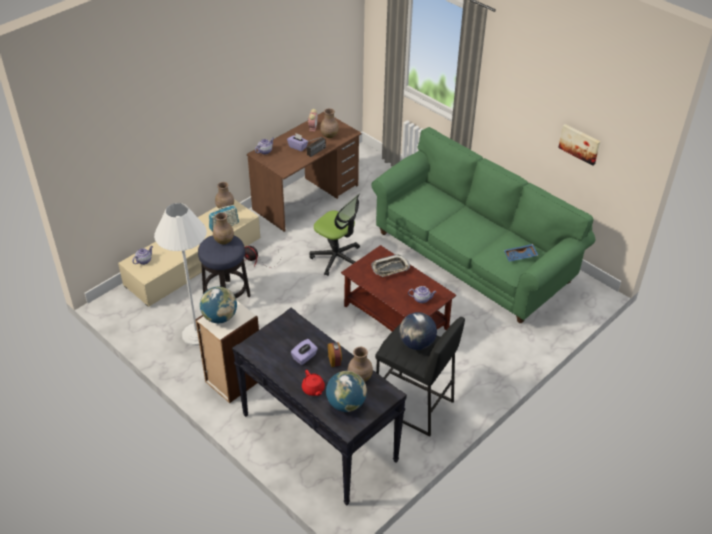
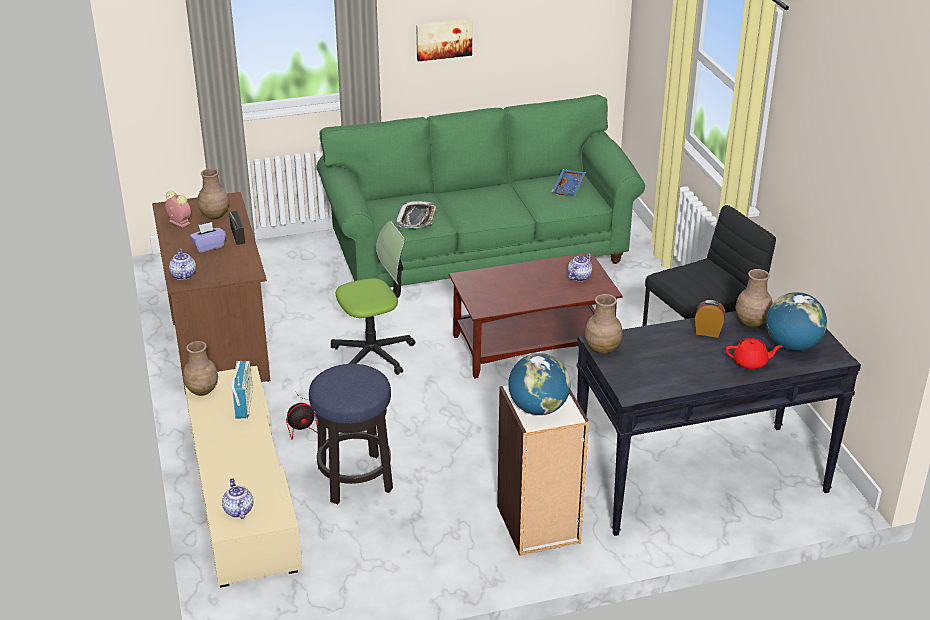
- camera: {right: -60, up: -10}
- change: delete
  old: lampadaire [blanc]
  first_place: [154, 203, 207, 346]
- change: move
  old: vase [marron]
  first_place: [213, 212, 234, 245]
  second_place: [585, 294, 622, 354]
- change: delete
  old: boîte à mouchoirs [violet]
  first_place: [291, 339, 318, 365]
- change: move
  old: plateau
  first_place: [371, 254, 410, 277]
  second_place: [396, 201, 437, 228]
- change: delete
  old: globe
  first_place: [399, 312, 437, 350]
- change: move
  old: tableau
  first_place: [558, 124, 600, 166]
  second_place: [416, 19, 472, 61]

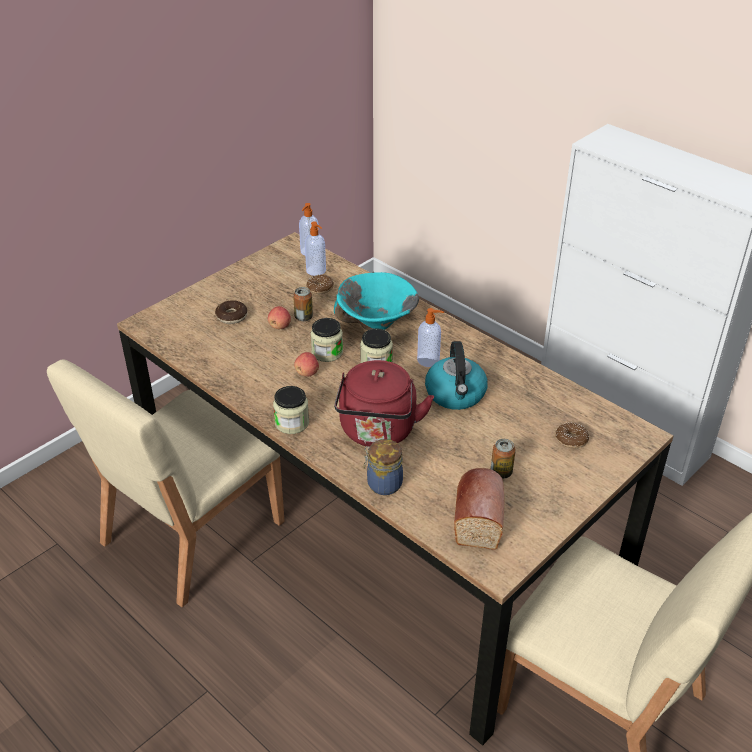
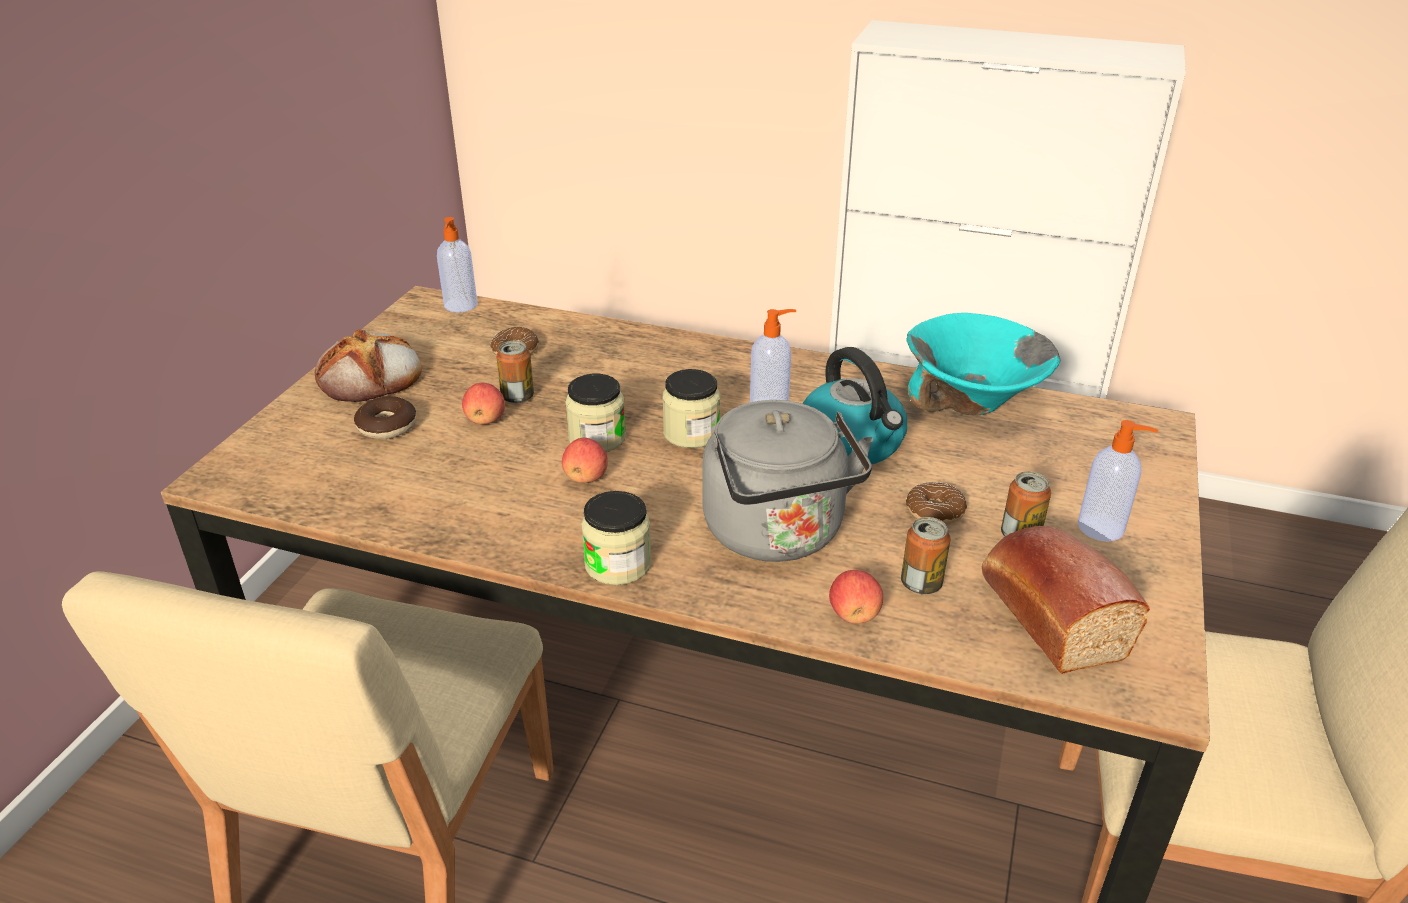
- camera: {right: -25, up: -5}
- change: move
  old: distributeur de savon
  first_place: [305, 222, 326, 276]
  second_place: [1078, 420, 1158, 542]
- change: move
  old: bol [turquoise]
  first_place: [334, 272, 419, 330]
  second_place: [906, 313, 1061, 415]
- change: recolor
  old: bouilloire [rouge]
  new: bouilloire [gris]
  first_place: [334, 360, 434, 447]
  second_place: [702, 400, 873, 562]
- change: replace
  old: bocal
  new: pomme
  first_place: [363, 439, 403, 495]
  second_place: [829, 570, 883, 624]
- change: move
  old: beignet
  first_place: [556, 422, 589, 449]
  second_place: [906, 482, 967, 525]
- change: insert
  new: pain
  second_place: [315, 330, 422, 402]
- change: insert
  new: boîte métallique
  second_place: [901, 517, 951, 594]

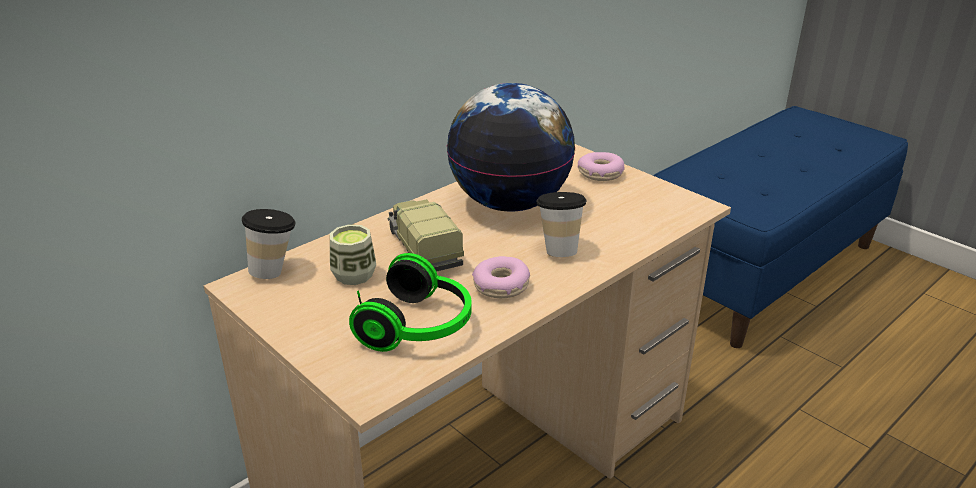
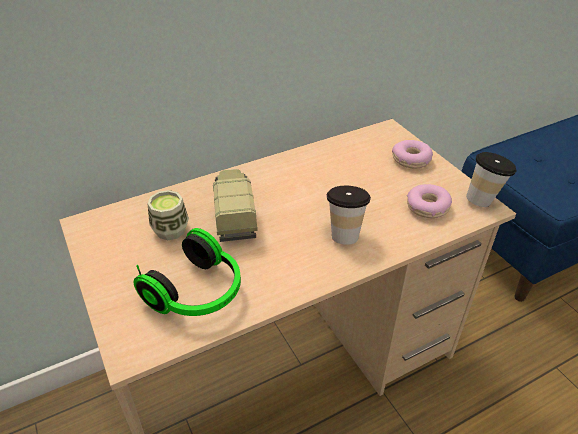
- camera: {right: 15, up: 10}
- change: move
  old: tasse
  first_place: [242, 209, 296, 279]
  second_place: [466, 152, 516, 207]
- change: delete
  old: globe
  first_place: [447, 83, 575, 212]
- change: move
  old: beignet
  first_place: [472, 256, 530, 298]
  second_place: [407, 184, 452, 218]

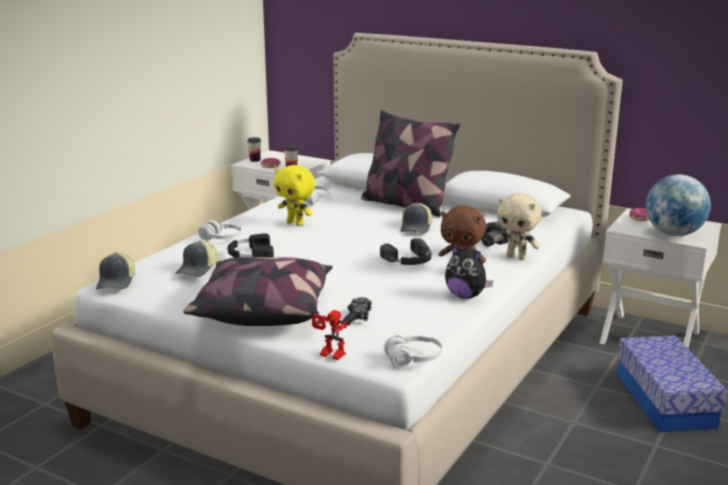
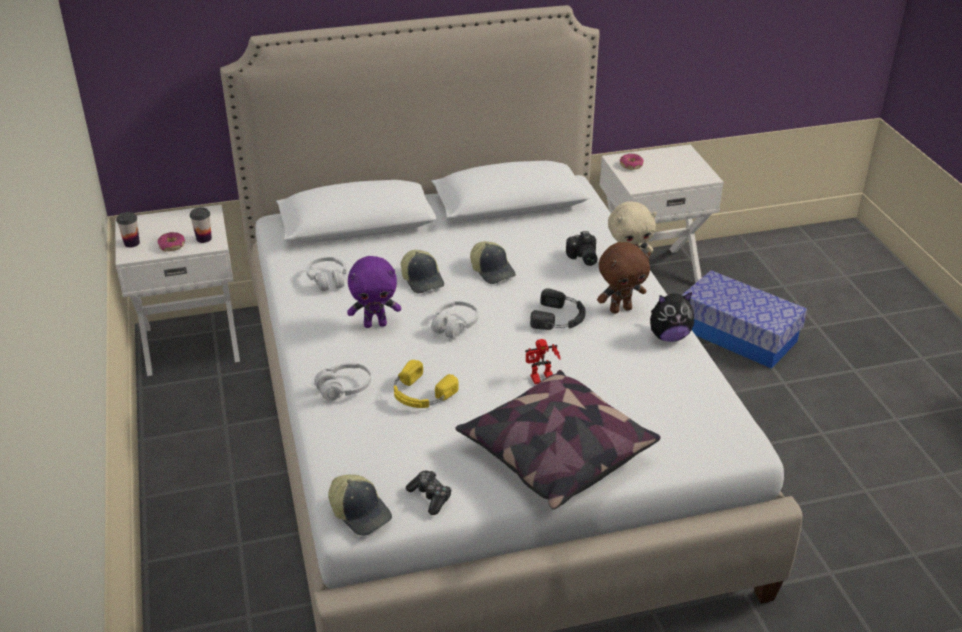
- camera: {right: -45, up: 15}
- change: move
  old: casquette
  first_place: [175, 241, 218, 277]
  second_place: [401, 250, 444, 293]
- change: recolor
  old: casque audio [noir]
  new: casque audio [jaune]
  first_place: [227, 233, 274, 258]
  second_place: [394, 360, 458, 408]
- change: recolor
  old: peluche [jaune]
  new: peluche [violet]
  first_place: [274, 165, 315, 226]
  second_place: [347, 256, 401, 328]
- change: move
  old: robot jouet
  first_place: [312, 310, 350, 360]
  second_place: [525, 339, 561, 384]
- change: move
  old: manette
  first_place: [342, 297, 372, 323]
  second_place: [406, 470, 452, 515]
- change: delete
  old: coussin
  first_place: [361, 110, 460, 217]
- change: move
  old: casque audio [blanc]
  first_place: [384, 335, 443, 367]
  second_place: [431, 301, 478, 338]
- change: delete
  old: globe
  first_place: [646, 175, 711, 236]

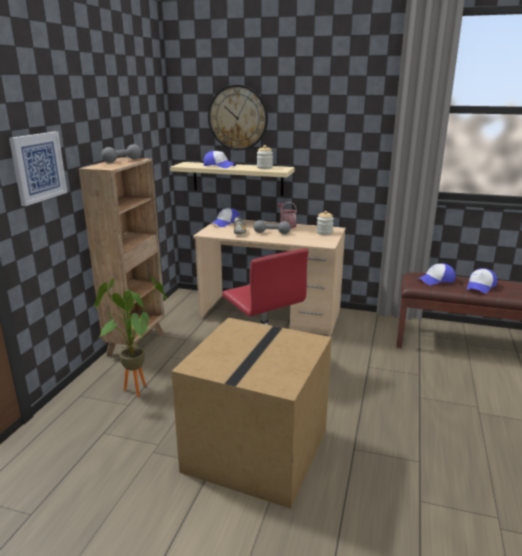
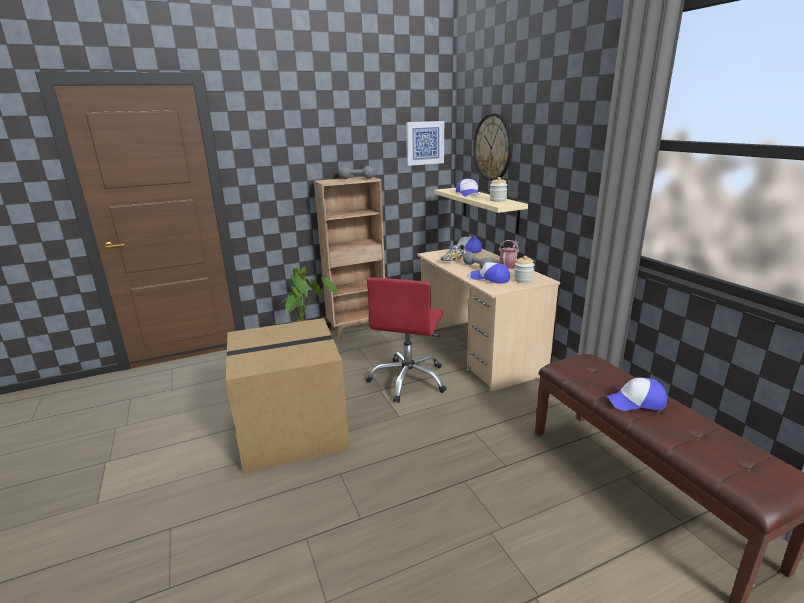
- camera: {right: 50, up: 0}
- change: move
  old: tableau
  first_place: [9, 131, 67, 206]
  second_place: [406, 121, 444, 166]
- change: move
  old: casquette
  first_place: [417, 263, 456, 285]
  second_place: [470, 262, 510, 283]

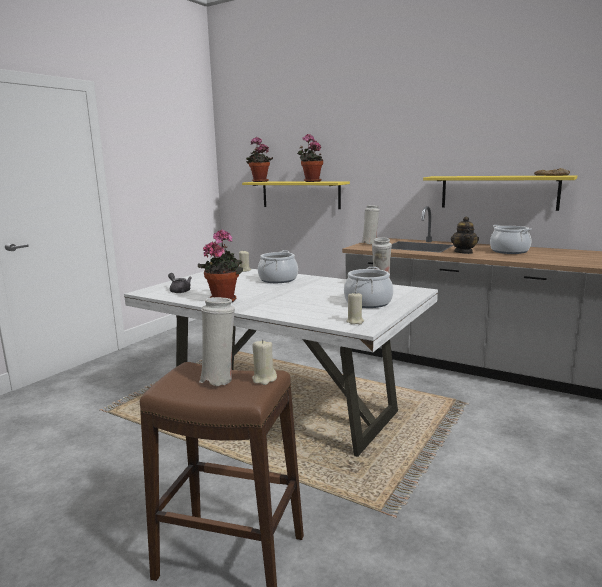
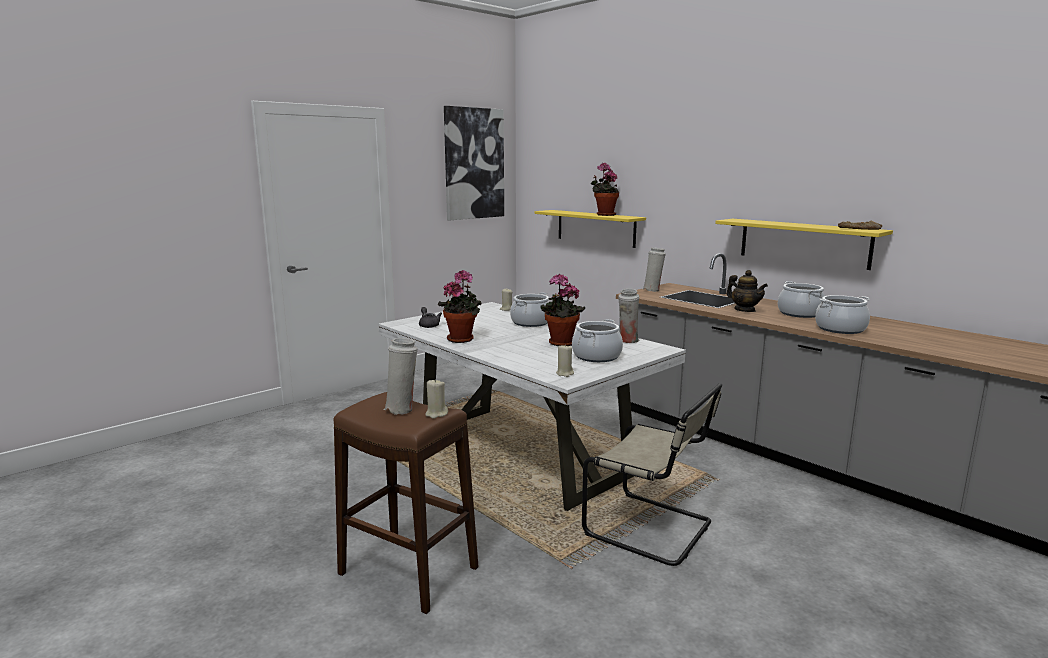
- camera: {right: 15, up: 0}
- change: move
  old: plante en pot
  first_place: [246, 137, 273, 182]
  second_place: [540, 273, 585, 346]
- change: rotate
  old: théière
  first_place: [451, 216, 479, 254]
  second_place: [726, 270, 768, 312]
  degrees: -60
- change: insert
  new: tableau
  second_place: [444, 106, 504, 220]
- change: insert
  new: chaise [beige]
  second_place: [582, 383, 722, 566]
- change: insert
  new: marmite
  second_place: [815, 295, 870, 334]

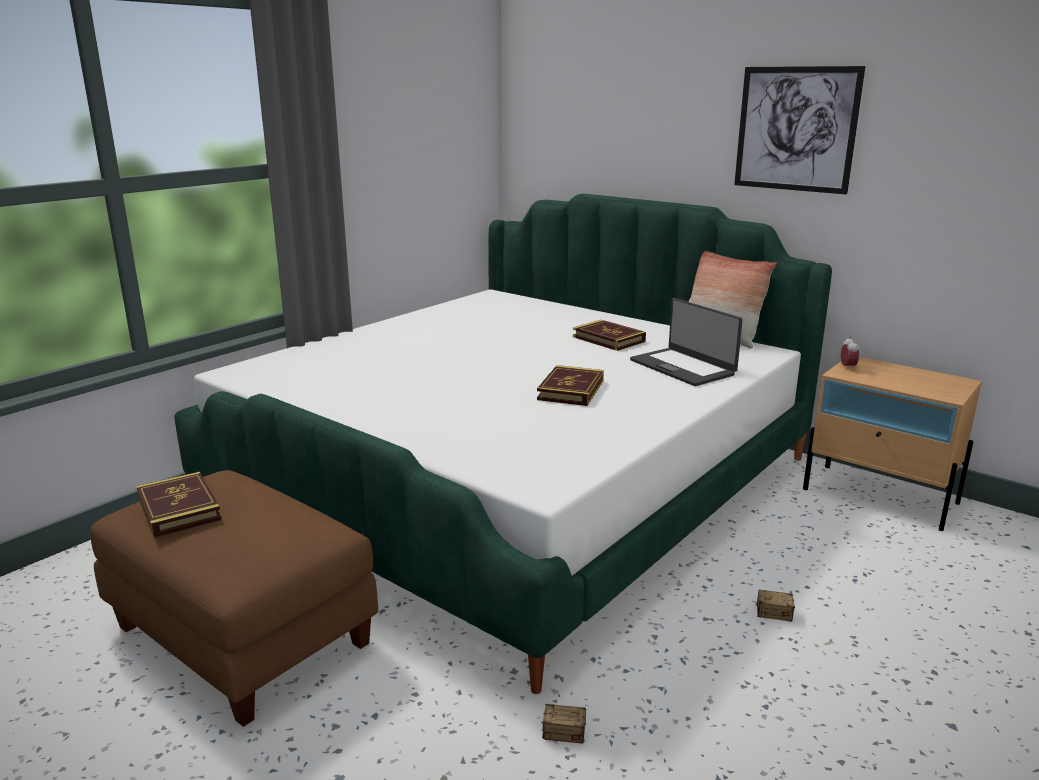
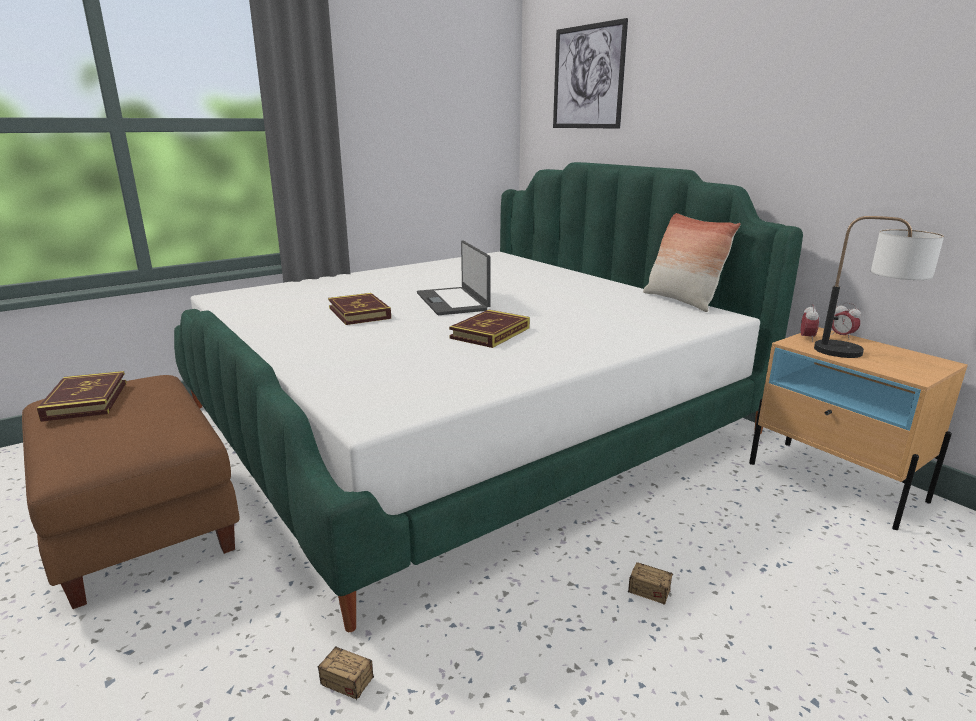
- camera: {right: 15, up: 0}
- change: move
  old: livre
  first_place: [573, 320, 646, 351]
  second_place: [328, 293, 391, 325]
- change: move
  old: ordinateur portable
  first_place: [630, 298, 743, 386]
  second_place: [417, 241, 491, 315]
- change: move
  old: tableau
  first_place: [734, 66, 866, 194]
  second_place: [553, 18, 628, 129]
- change: insert
  new: lampe de table
  second_place: [814, 216, 944, 358]
- change: insert
  new: réveil
  second_place: [832, 302, 861, 340]

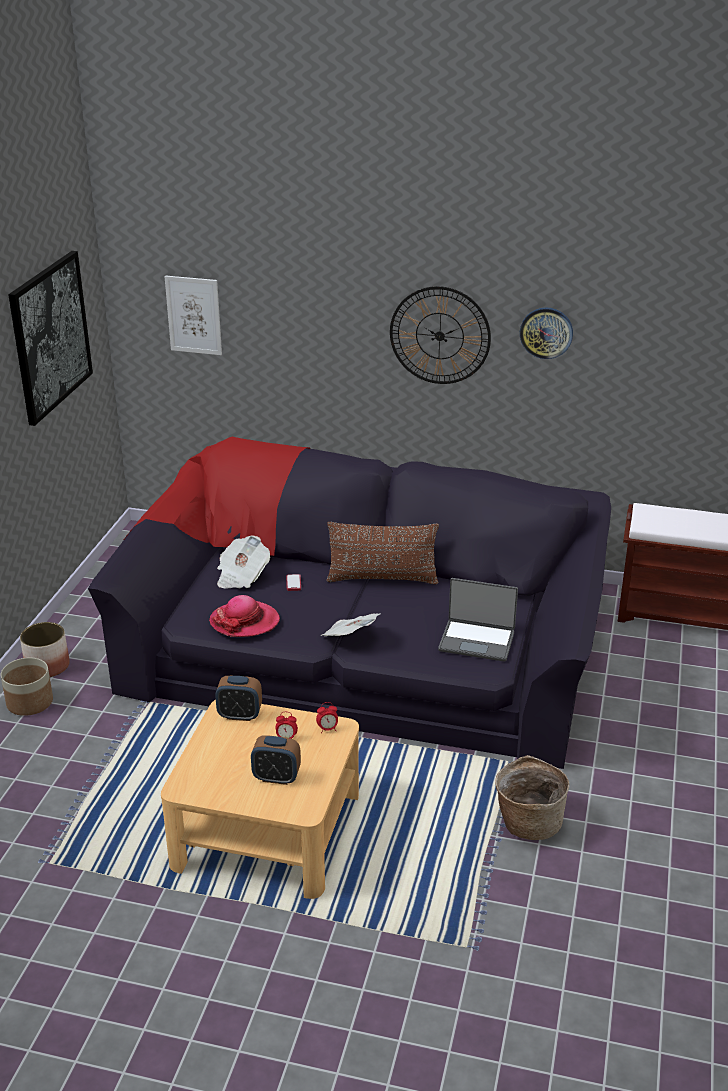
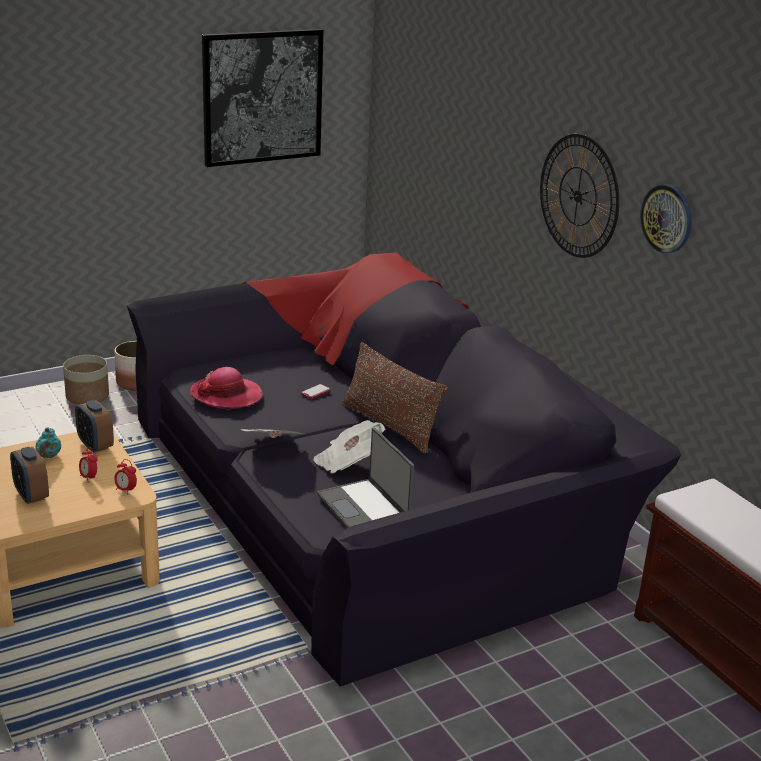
- camera: {right: 45, up: -5}
- change: delete
  old: tableau
  first_place: [164, 275, 222, 355]
- change: move
  old: journal
  first_place: [217, 535, 270, 588]
  second_place: [313, 420, 385, 474]
- change: delete
  old: panier
  first_place: [495, 755, 570, 840]
- change: insert
  new: théière [turquoise]
  second_place: [35, 427, 61, 458]

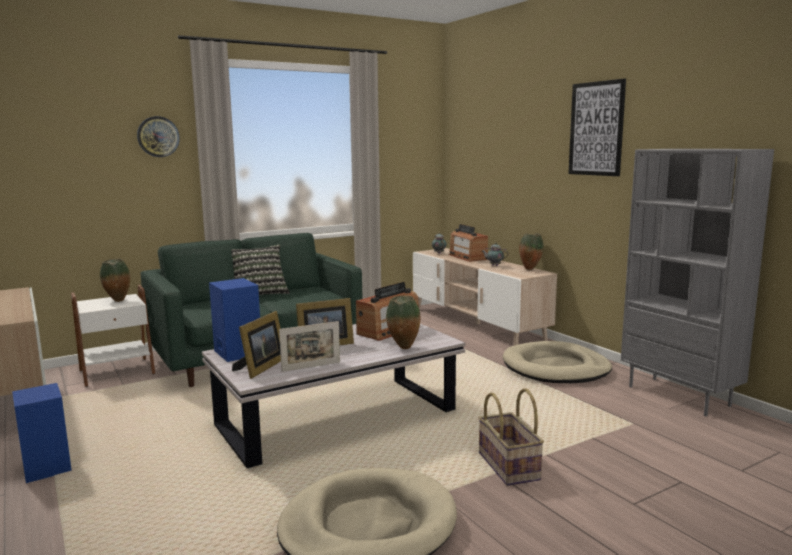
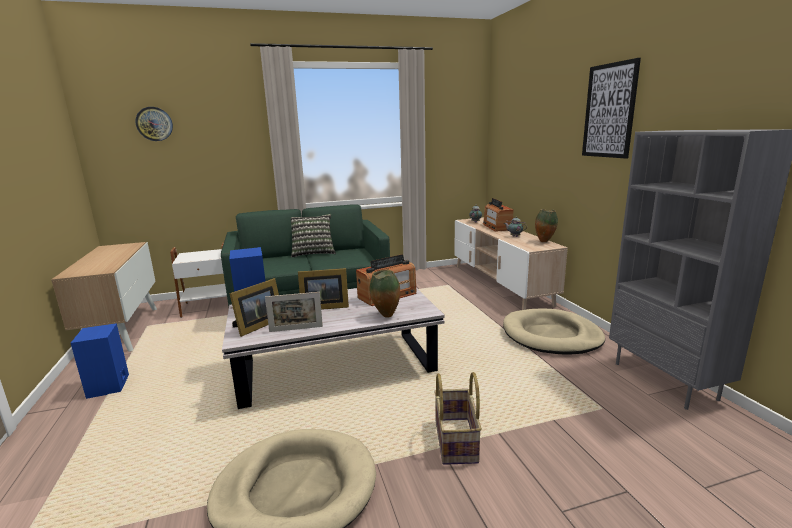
- camera: {right: 15, up: 5}
- change: delete
  old: vase
  first_place: [100, 259, 130, 302]
- change: move
  old: horloge murale
  first_place: [137, 116, 180, 157]
  second_place: [135, 107, 173, 141]

